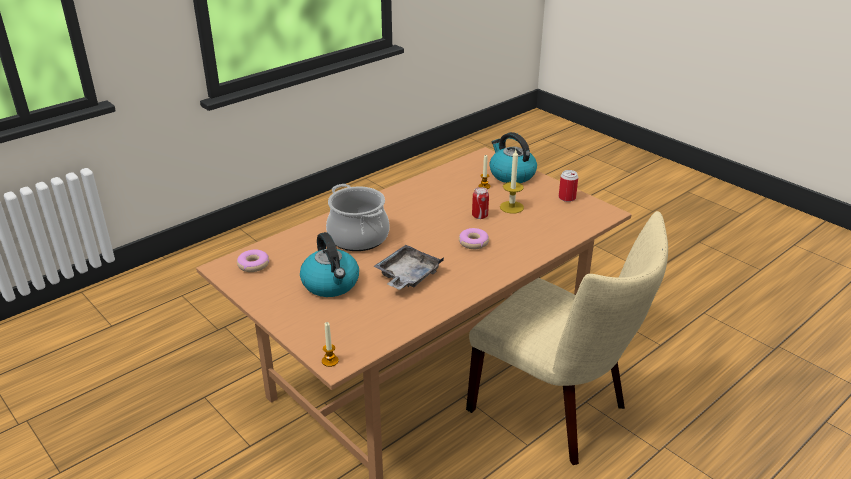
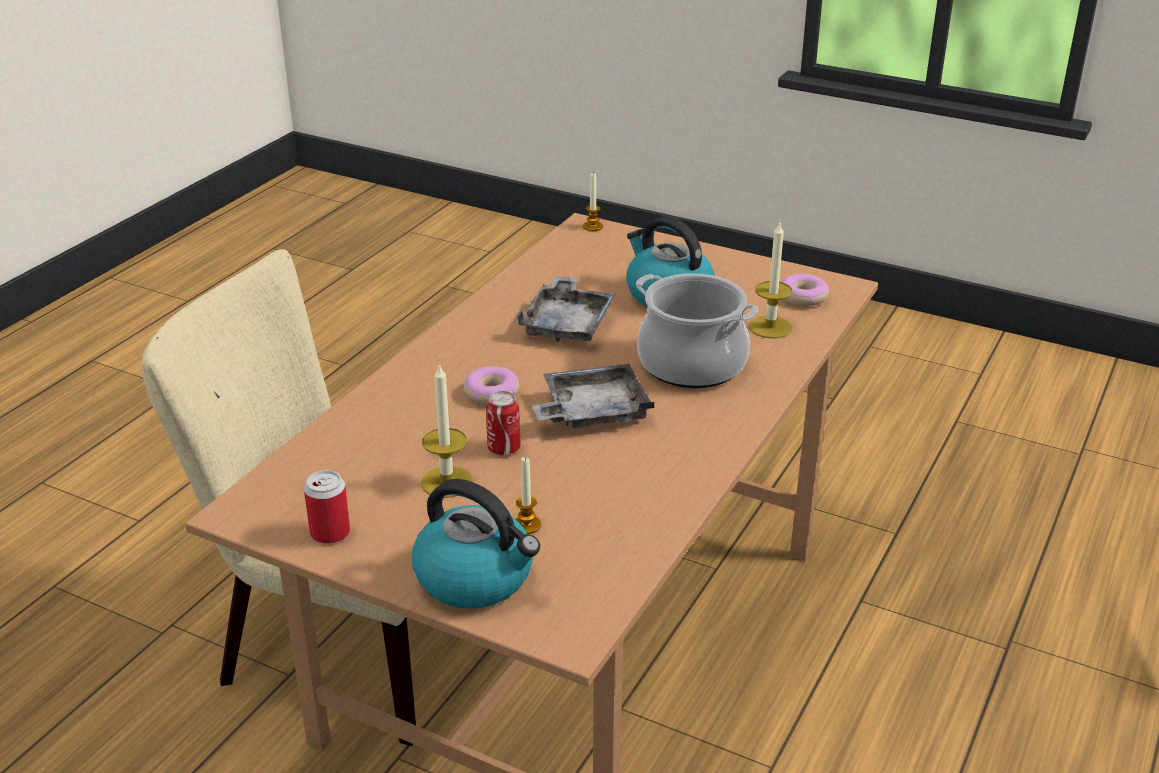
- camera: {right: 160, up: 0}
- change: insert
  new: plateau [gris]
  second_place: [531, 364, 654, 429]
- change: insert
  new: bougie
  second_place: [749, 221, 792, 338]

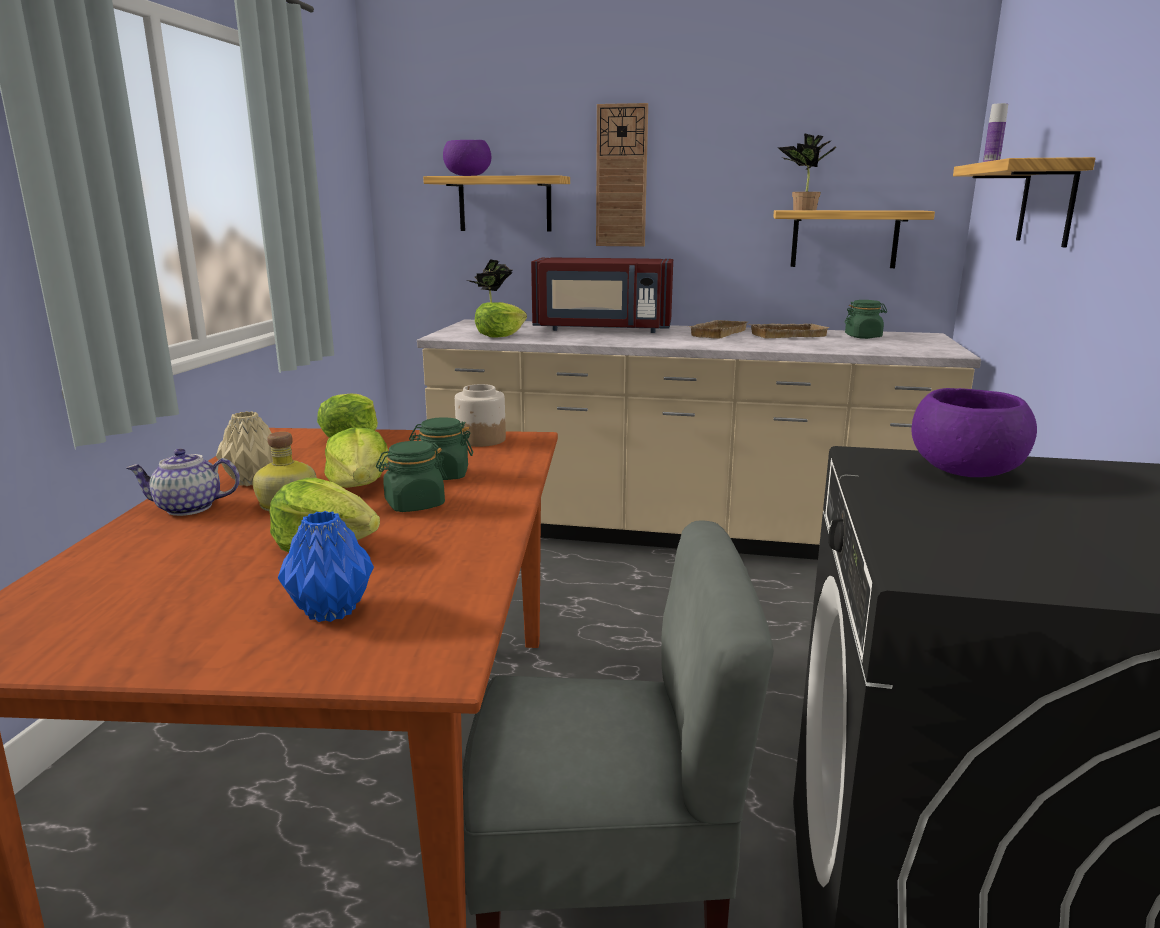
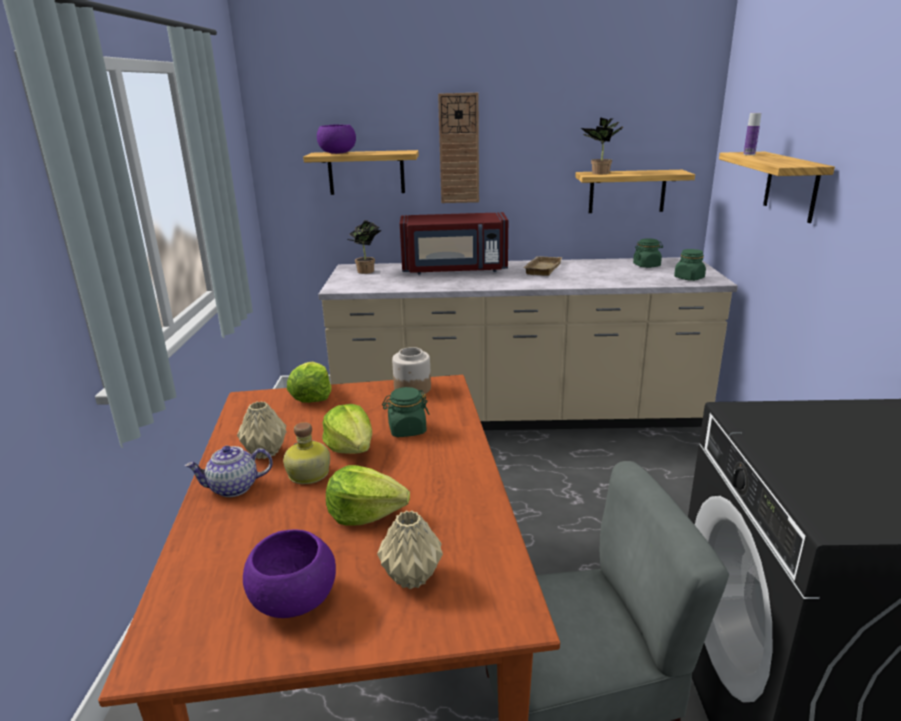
- camera: {right: -10, up: 5}
- change: recolor
  old: vase [bleu]
  new: vase [beige]
  first_place: [278, 511, 374, 622]
  second_place: [377, 511, 443, 589]
- change: move
  old: bocal [vert]
  first_place: [376, 441, 447, 512]
  second_place: [674, 249, 706, 281]
- change: delete
  old: laitue
  first_place: [475, 302, 527, 338]
- change: delete
  old: plateau [beige]
  first_place: [749, 323, 830, 339]
- change: move
  old: bol [violet]
  first_place: [912, 388, 1037, 477]
  second_place: [243, 529, 336, 618]

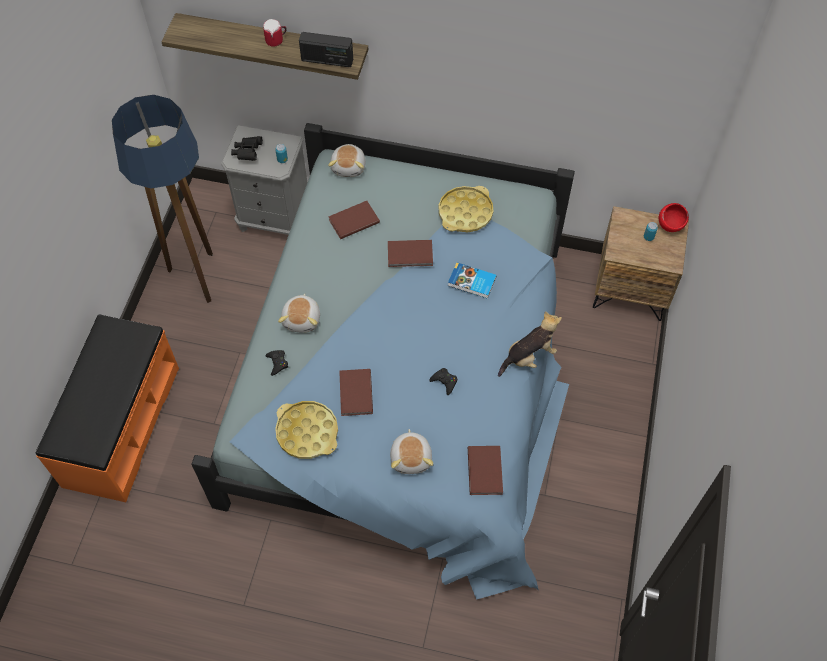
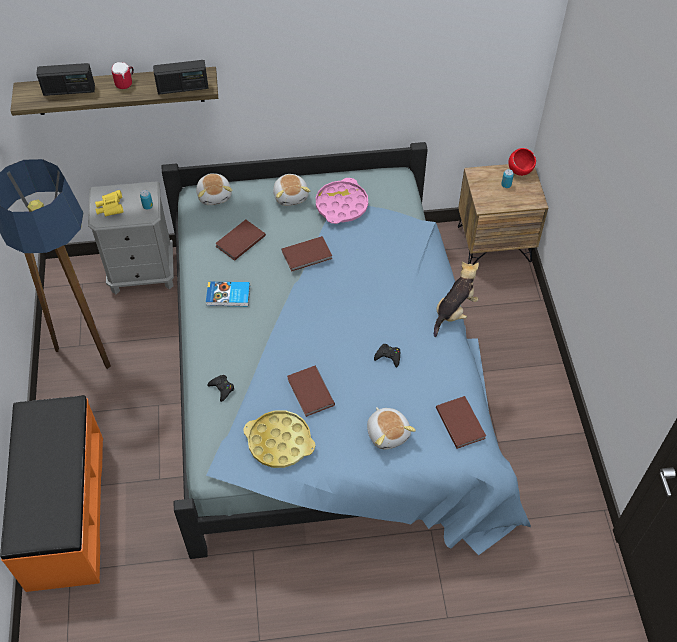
- camera: {right: -20, up: -5}
- change: recolor
  old: jumelles [noir]
  new: jumelles [jaune]
  first_place: [231, 136, 263, 161]
  second_place: [95, 190, 123, 216]
- change: move
  old: peluche
  first_place: [278, 293, 320, 333]
  second_place: [273, 174, 310, 206]
- change: recolor
  old: plateau [jaune]
  new: plateau [rose]
  first_place: [439, 186, 493, 232]
  second_place: [316, 178, 368, 224]
- change: move
  old: livre
  first_place: [448, 262, 497, 299]
  second_place: [206, 282, 250, 306]
- change: insert
  new: radio
  second_place: [36, 63, 95, 96]

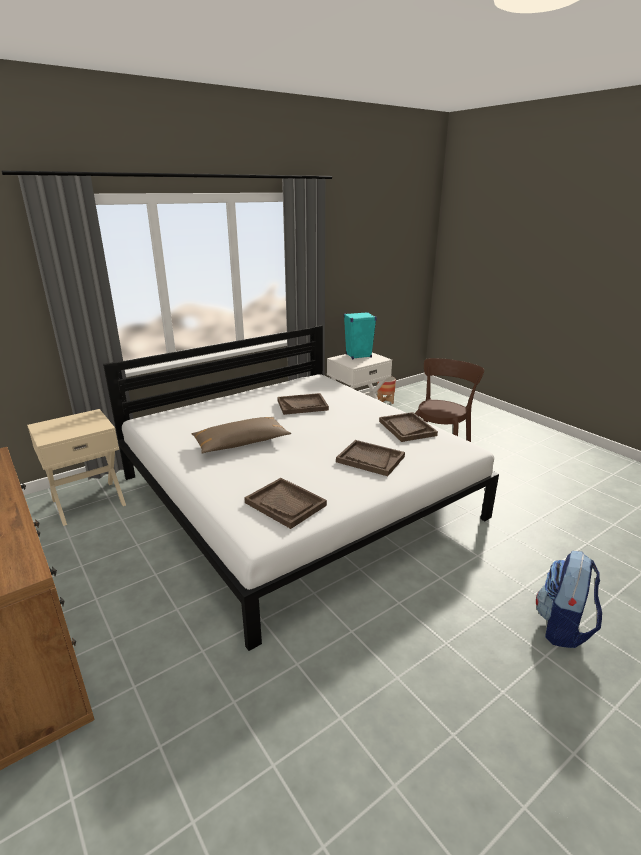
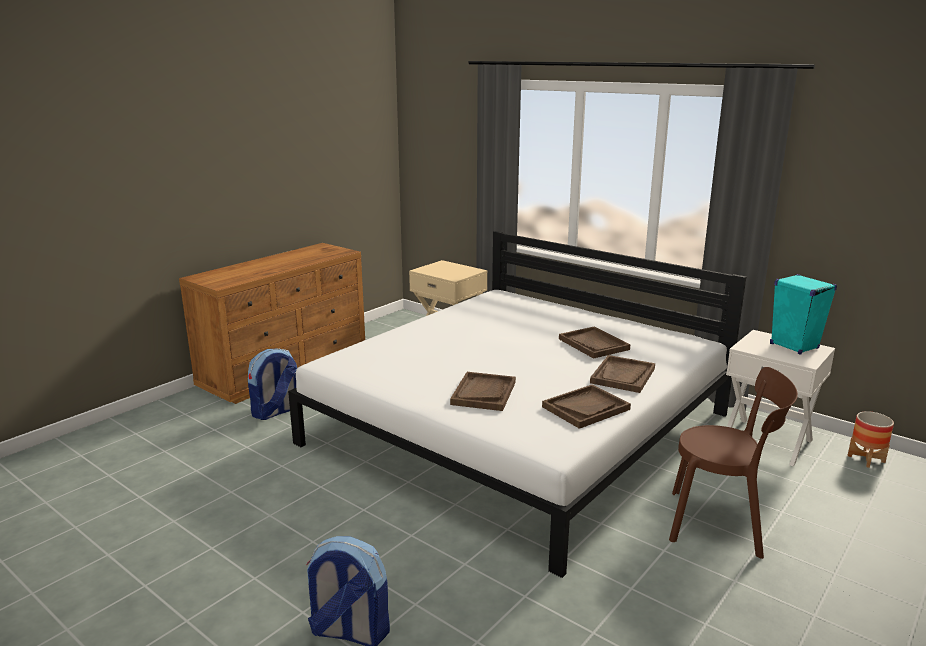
- camera: {right: 75, up: -5}
- change: delete
  old: coussin [marron]
  first_place: [191, 417, 291, 453]
- change: move
  old: plateau [marron]
  first_place: [244, 478, 327, 529]
  second_place: [590, 355, 655, 393]
- change: insert
  new: sac à dos
  second_place: [248, 349, 297, 420]

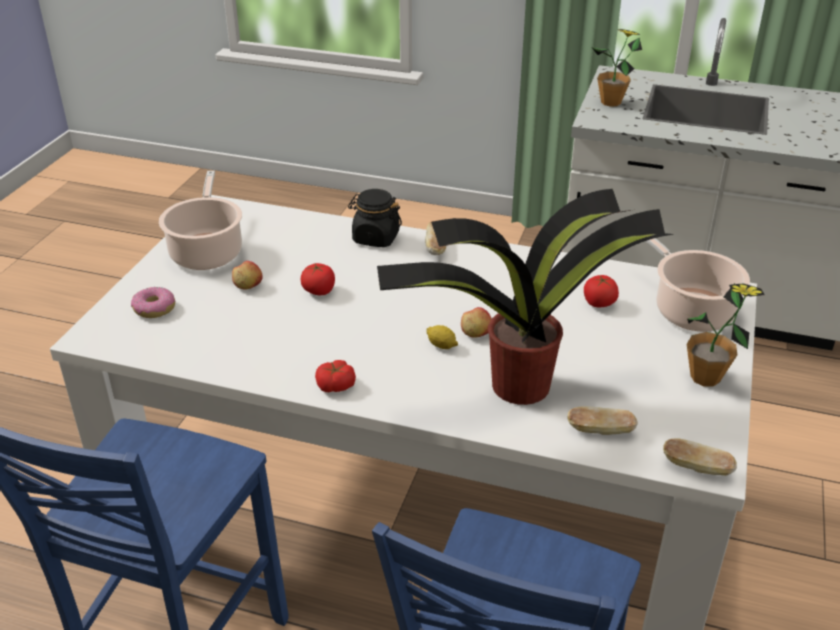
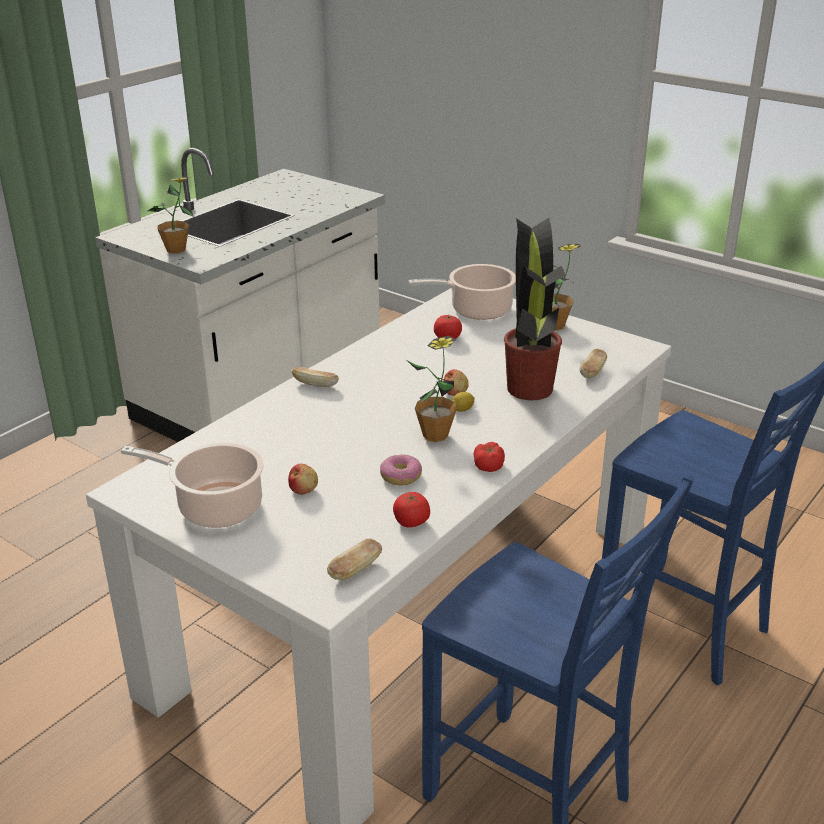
- camera: {right: -70, up: -5}
- change: move
  old: beignet
  first_place: [131, 287, 175, 318]
  second_place: [380, 454, 422, 485]
- change: move
  old: tomate
  first_place: [301, 263, 335, 295]
  second_place: [393, 492, 430, 528]
- change: delete
  old: bocal [noir]
  first_place: [348, 189, 402, 247]
- change: move
  old: pain
  first_place: [663, 439, 737, 476]
  second_place: [327, 539, 382, 580]
- change: insert
  new: plante en pot
  second_place: [407, 336, 457, 442]

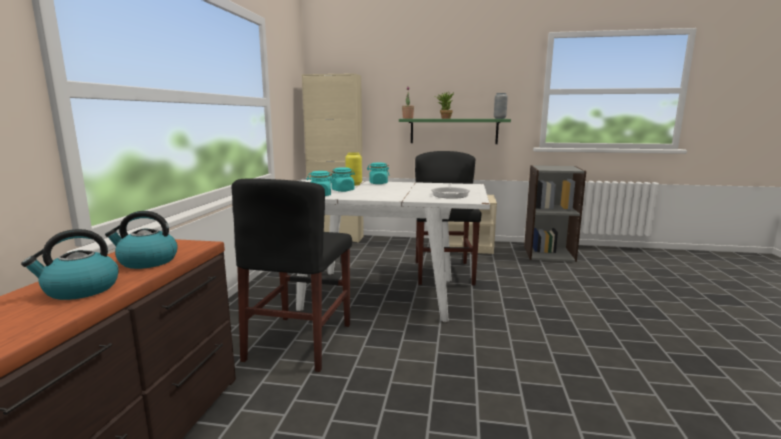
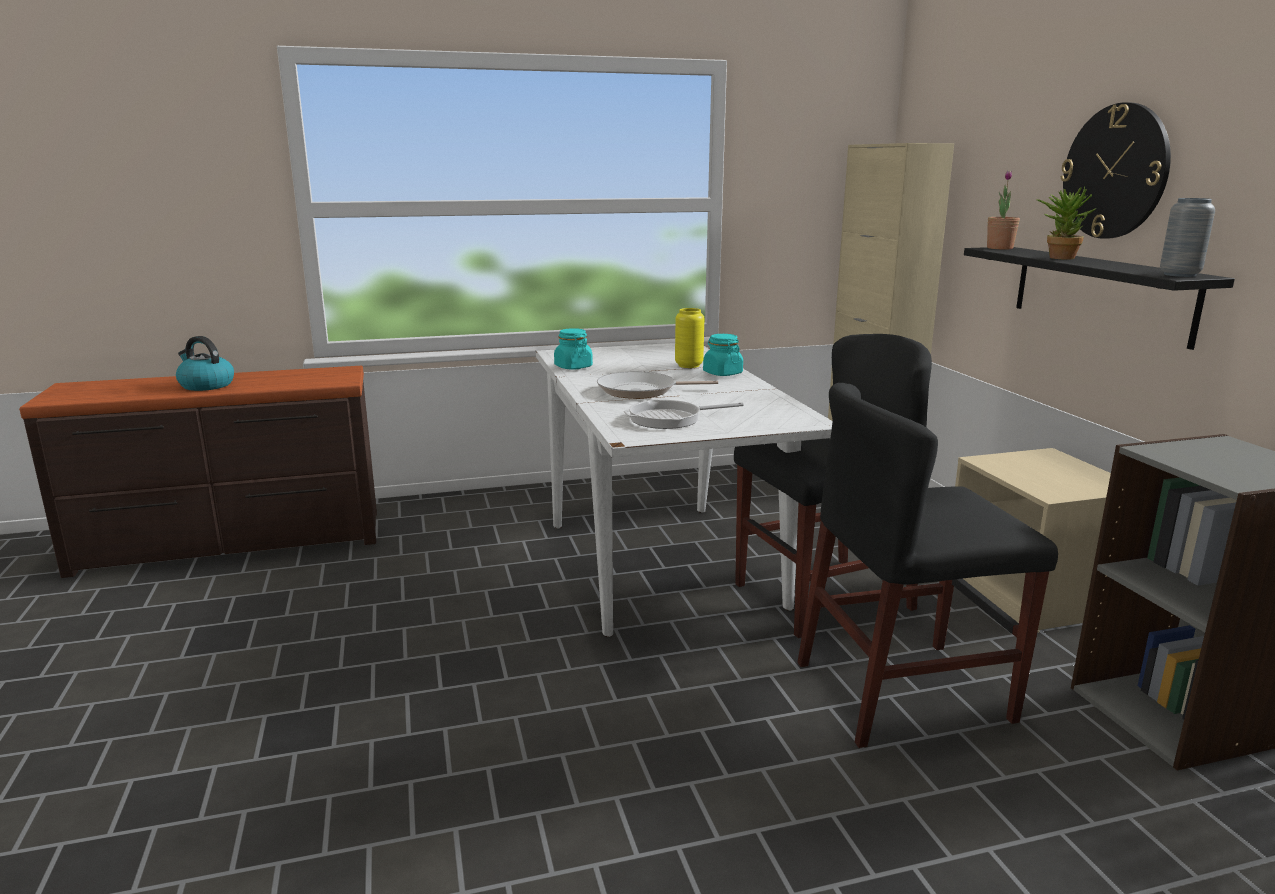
- camera: {right: 65, up: 5}
- change: delete
  old: bouilloire
  first_place: [105, 211, 178, 269]
- change: move
  old: chaise [noir]
  first_place: [232, 178, 352, 372]
  second_place: [797, 383, 1058, 748]
- change: delete
  old: bocal [turquoise]
  first_place: [331, 167, 355, 192]
- change: recolor
  old: étagère [vert]
  new: étagère [noir]
  first_place: [399, 119, 511, 144]
  second_place: [964, 247, 1235, 350]
- change: insert
  new: poêle
  second_place: [597, 371, 718, 399]
- change: insert
  new: horloge murale
  second_place: [1061, 102, 1171, 239]

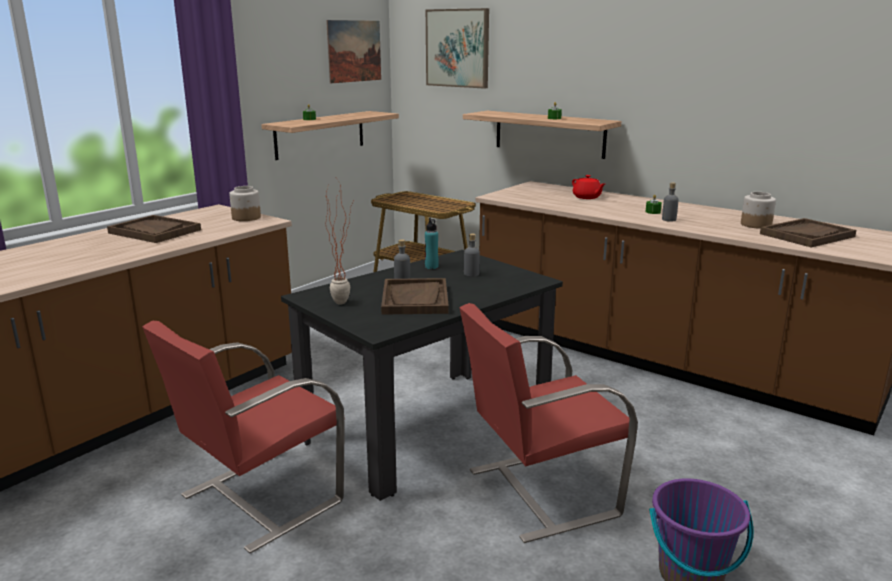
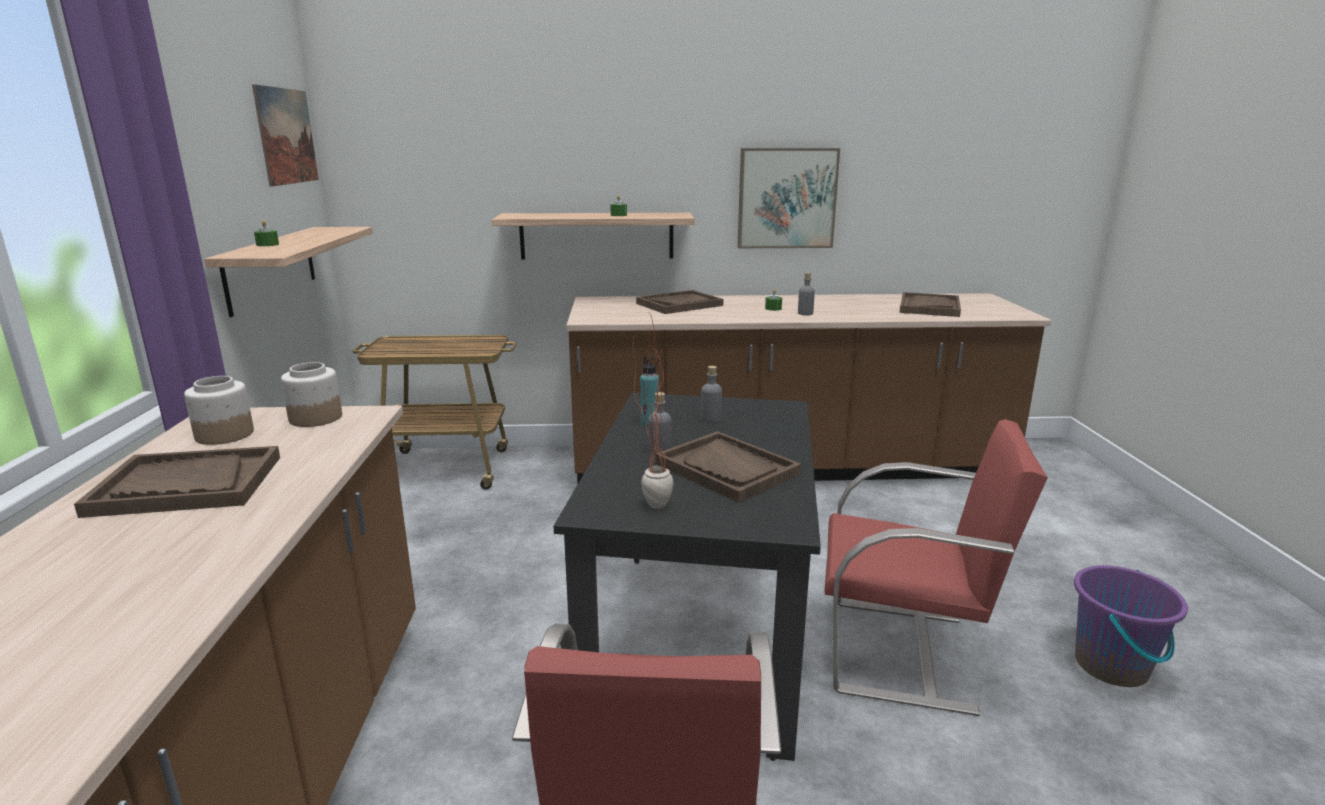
- camera: {right: -40, up: 0}
- change: move
  old: tableau
  first_place: [426, 8, 489, 89]
  second_place: [738, 148, 840, 248]
- change: rotate
  old: chaise [rouge]
  first_place: [459, 303, 638, 543]
  second_place: [824, 419, 1048, 716]
  degrees: -105
- change: replace
  old: théière [rouge]
  new: plateau [marron]
  first_place: [572, 175, 605, 199]
  second_place: [636, 290, 723, 314]
- change: move
  old: bocal
  first_place: [741, 192, 776, 229]
  second_place: [184, 376, 254, 445]

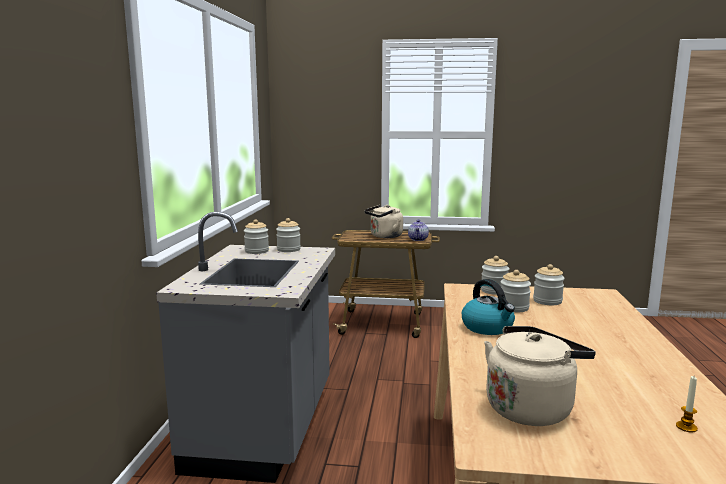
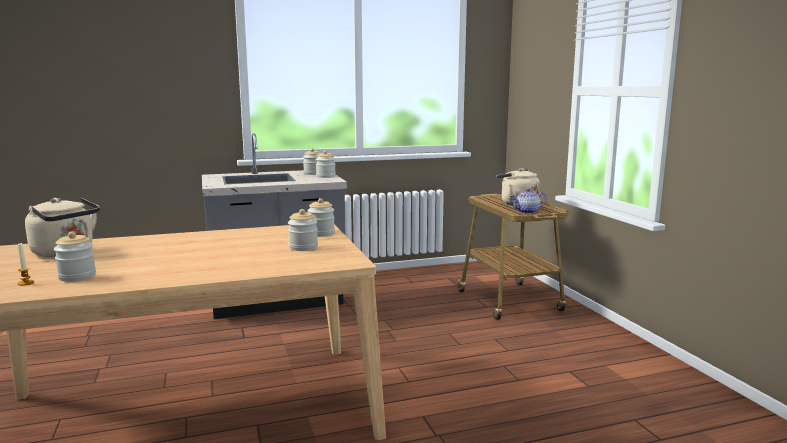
- camera: {right: 65, up: 0}
- change: delete
  old: bouilloire
  first_place: [462, 279, 515, 335]
- change: move
  old: bocal
  first_place: [501, 270, 531, 312]
  second_place: [54, 231, 96, 282]

